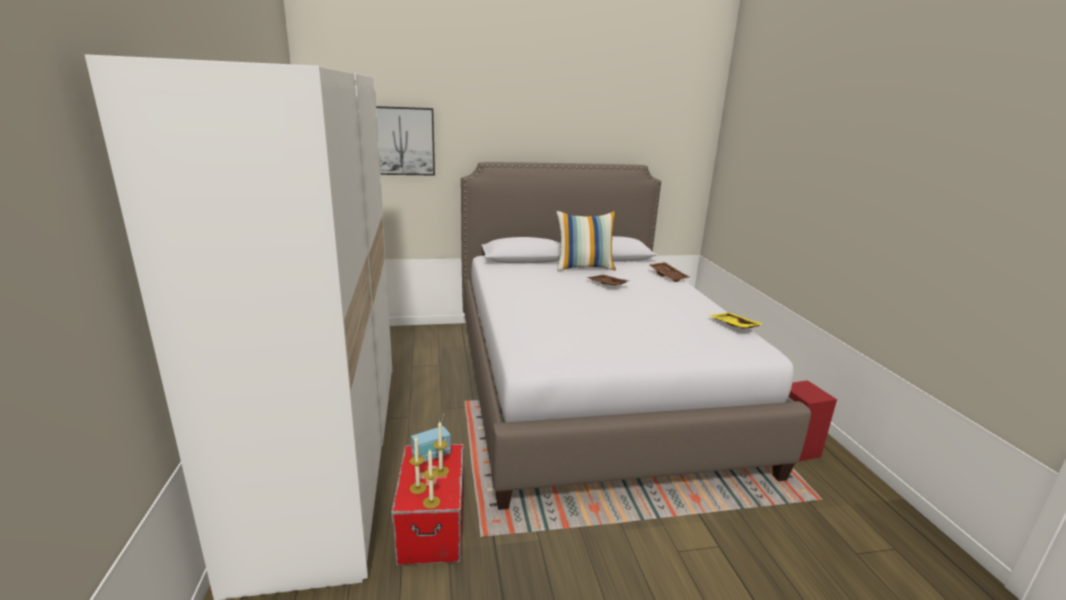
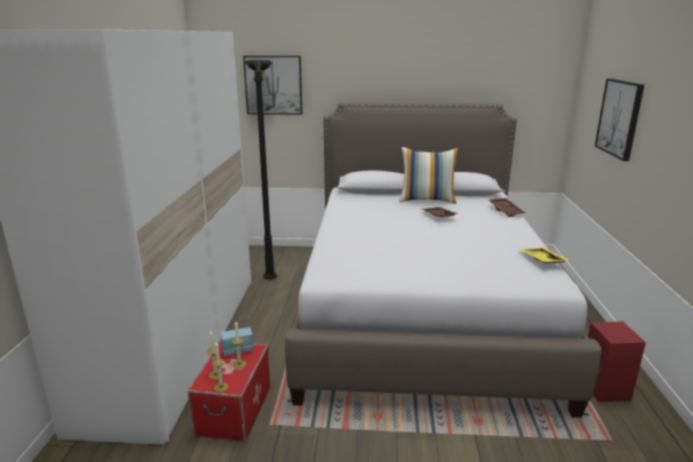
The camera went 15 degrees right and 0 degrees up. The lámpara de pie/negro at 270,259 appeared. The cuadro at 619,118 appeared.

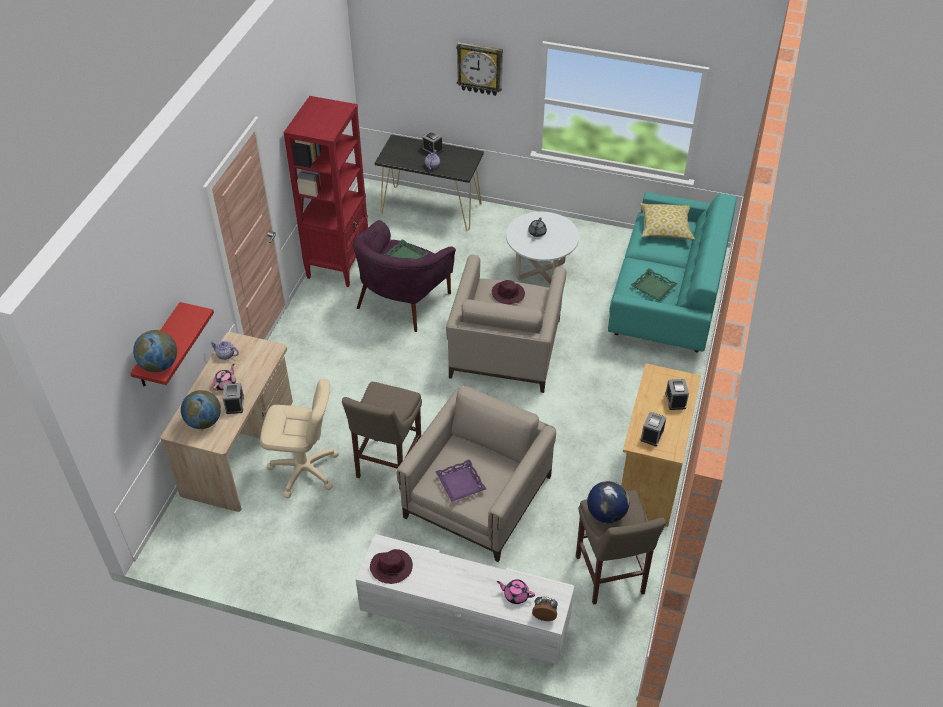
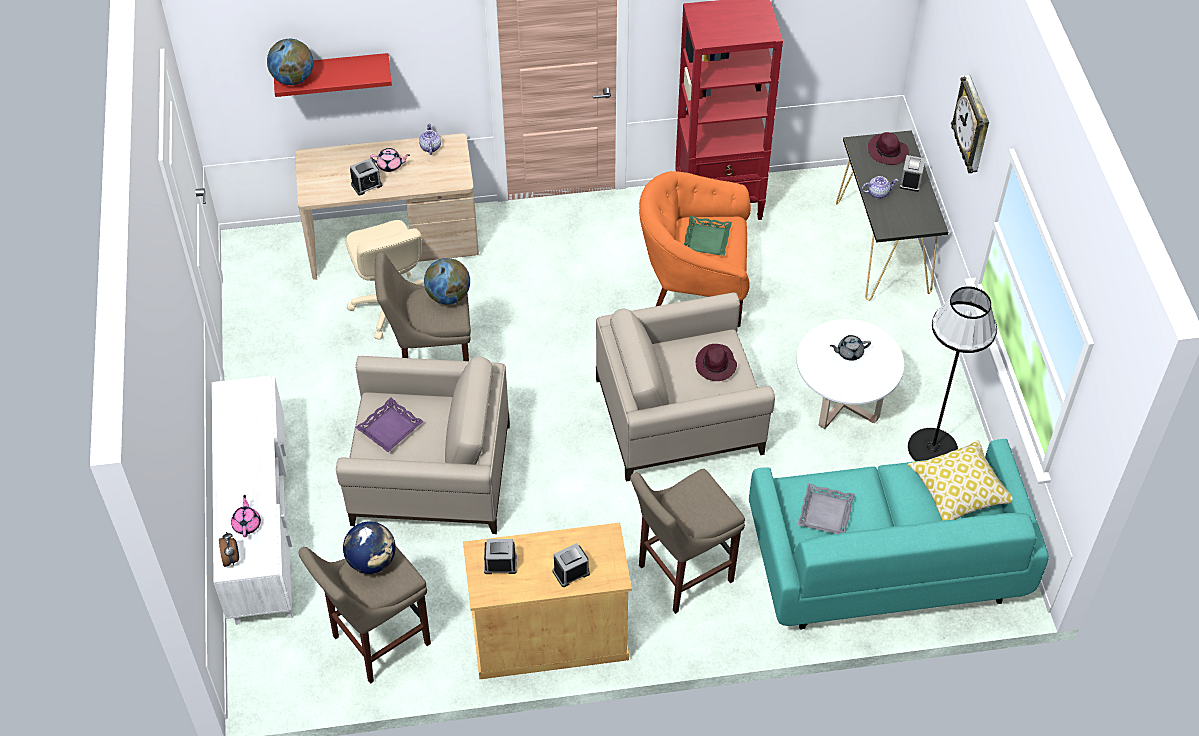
The camera went 65 degrees right and 5 degrees up. The sillón/morado at 402,300 became the sillón/naranja at 696,286. The bandeja/verde at 653,287 became the bandeja/gris at 826,513. The globo terráqueo moved from 204,422 to 448,296. The sombrero/morado moved from 392,567 to 888,152. The lámpara de pie/negro at 932,448 appeared. The taburete/beis at 681,575 appeared.

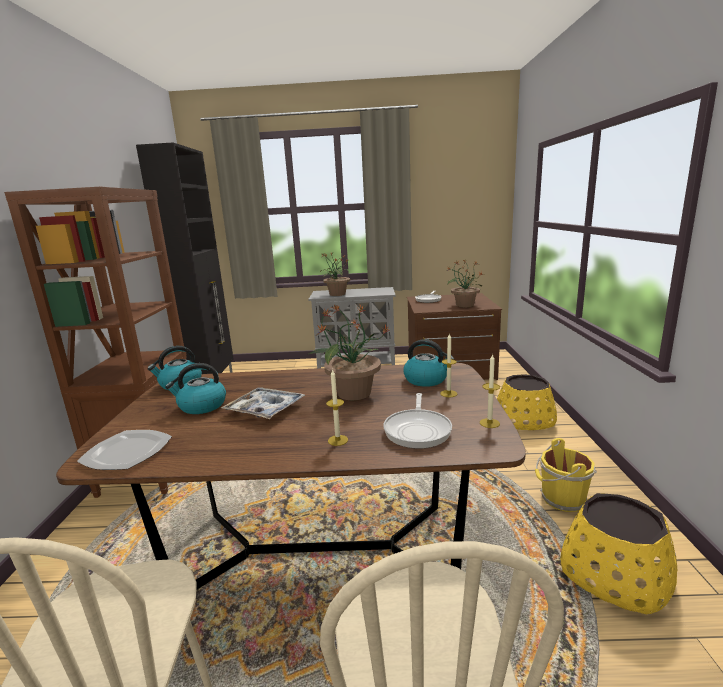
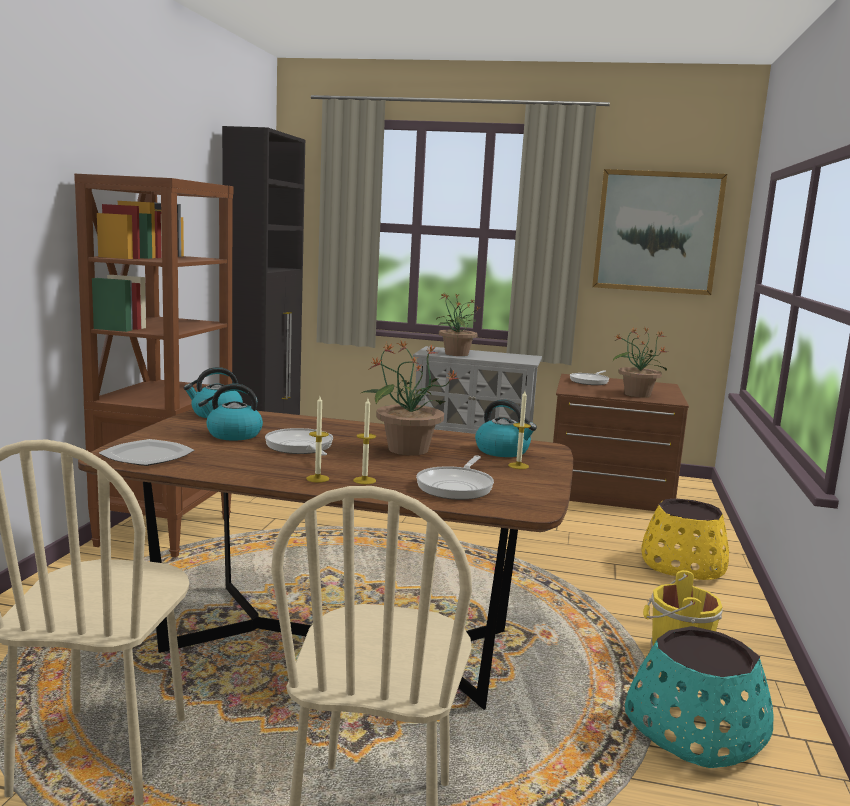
The camera went 10 degrees right and 5 degrees down. The vela moved from 489,423 to 317,478. The bandeja at 265,409 was replaced by the sartén at 300,447. The maceta/amarillo at 614,574 became the maceta/turquesa at 695,732. The cuadro at 657,232 appeared.

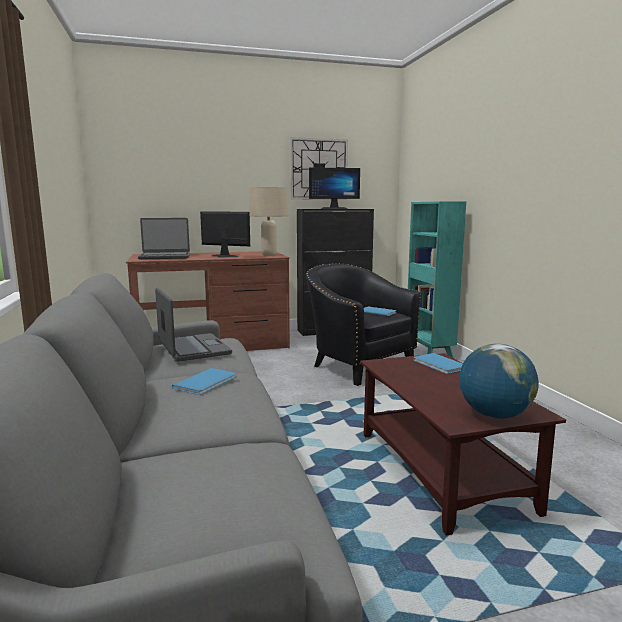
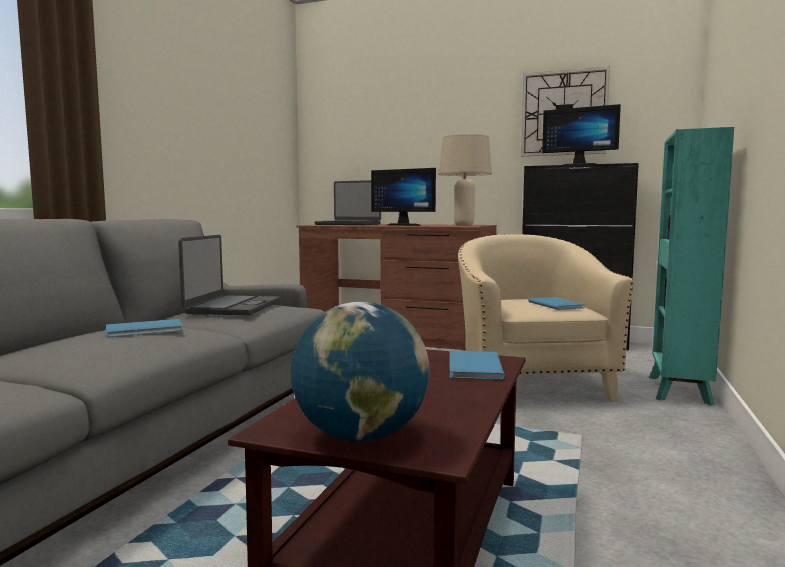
The camera went 35 degrees right and 5 degrees down. The monitor at 222,256 turned 150 degrees clockwise. The sillón/negro at 357,366 became the sillón/beis at 530,385.

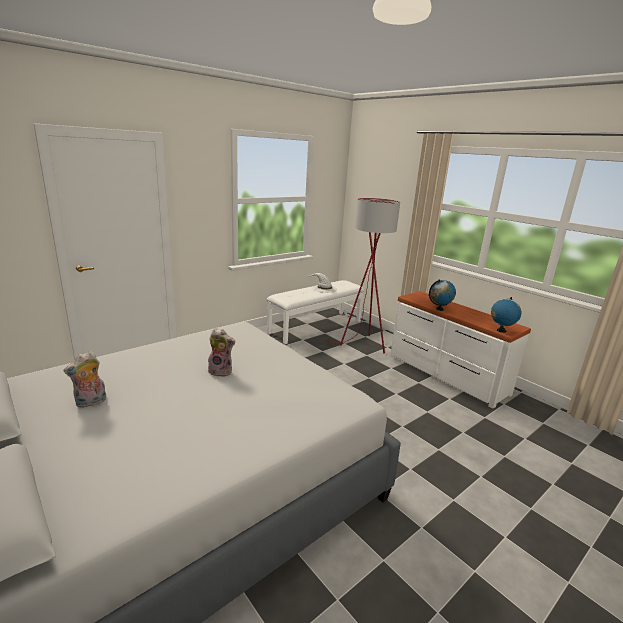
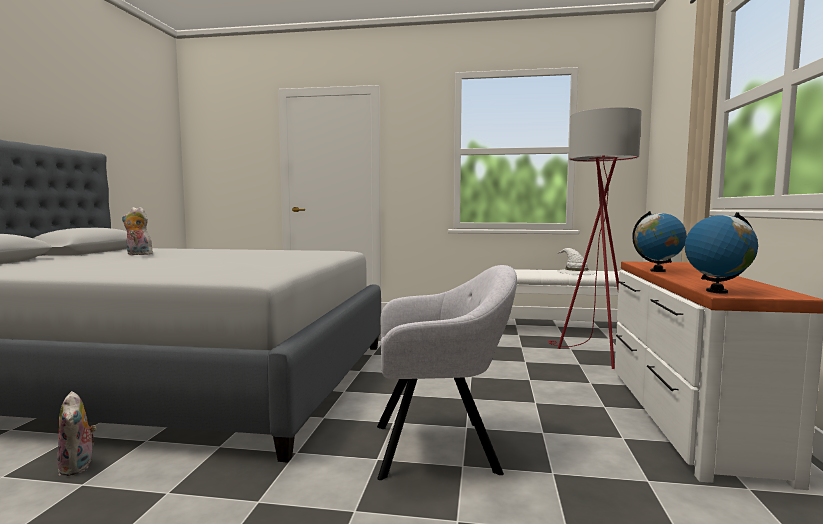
The camera went 50 degrees right and 15 degrees down. The peluche moved from 221,371 to 78,466. The sillón/gris at 441,447 appeared.

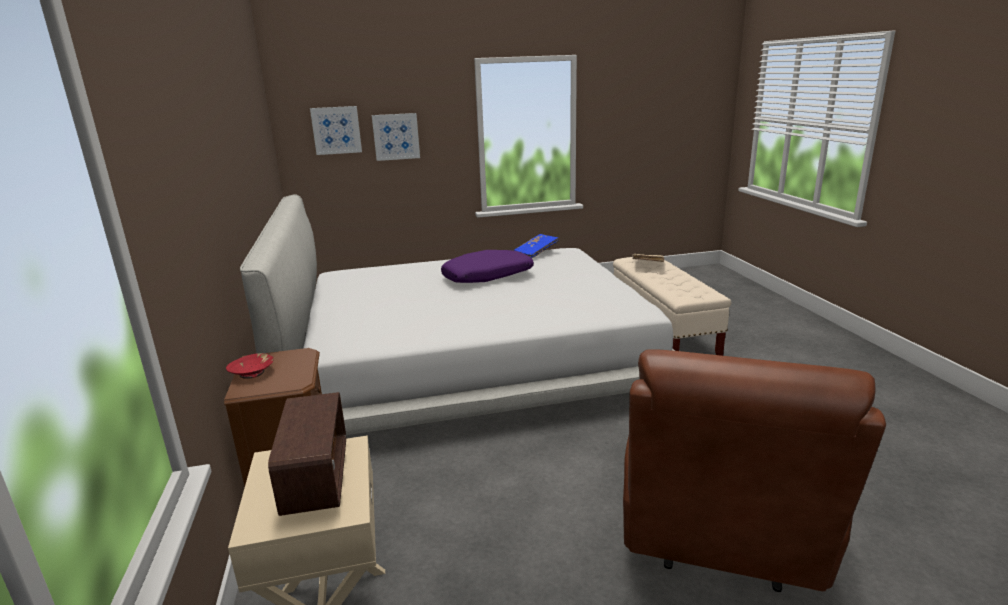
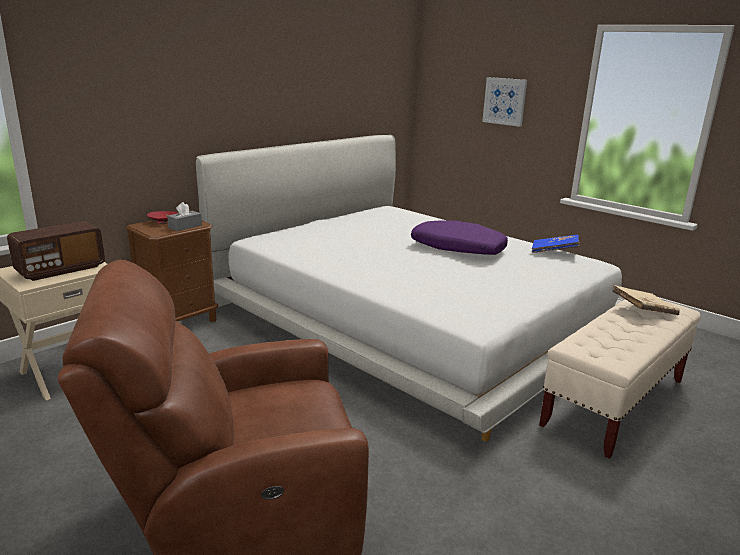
The camera went 55 degrees right and 0 degrees up. The cuadro at 336,130 disappeared. The caja de pañuelos/gris at 185,226 appeared.

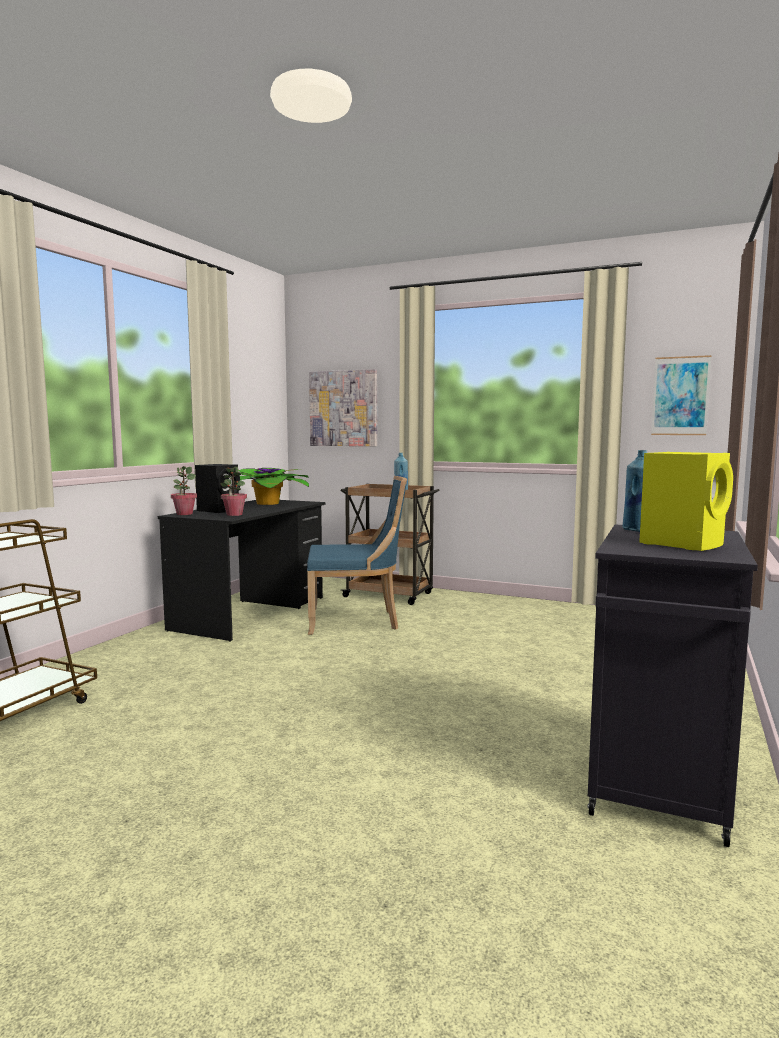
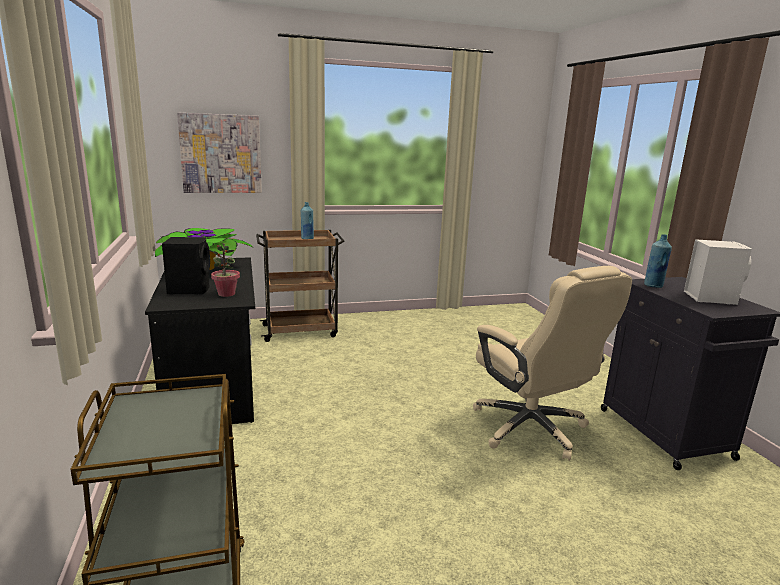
The camera went 40 degrees left and 10 degrees up. The cuadro at 680,396 disappeared. The altavoz/amarillo at 683,544 became the altavoz/blanco at 709,297. The planta en maceta at 184,514 disappeared. The silla/azul at 356,621 disappeared. The silla de oficina/beis at 531,429 appeared.

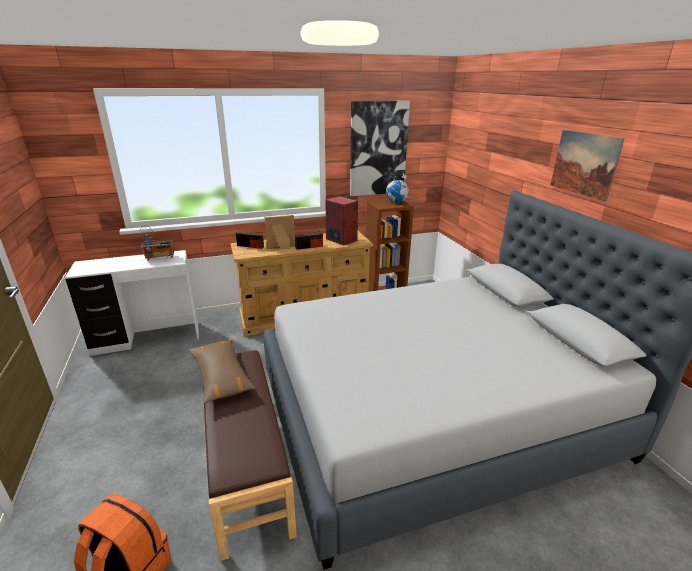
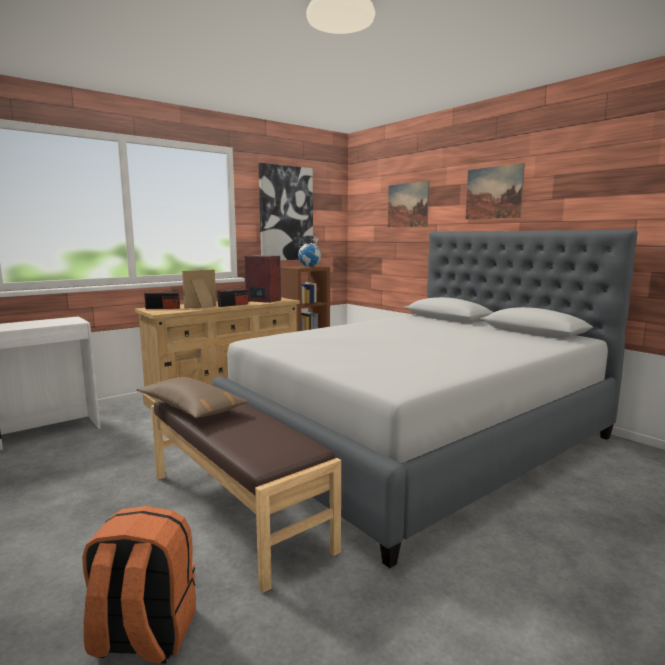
The camera went 20 degrees left and 15 degrees down. The radio at 160,257 disappeared. The cuadro at 407,205 appeared.

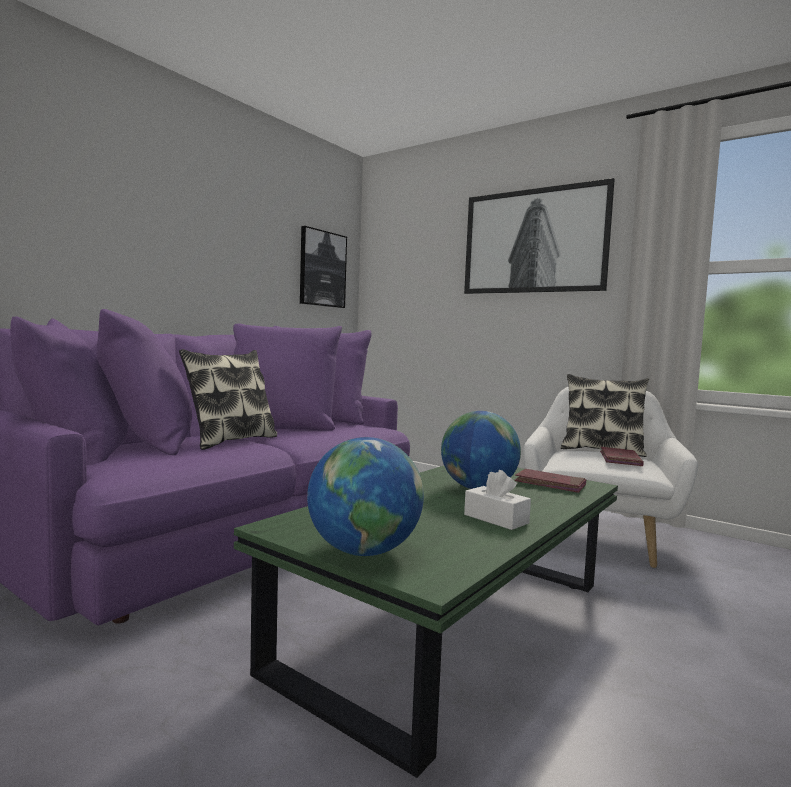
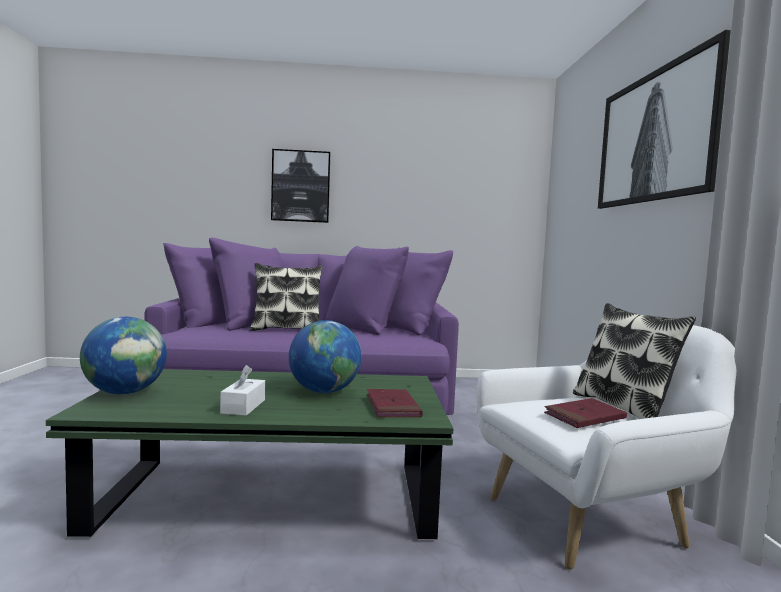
The camera went 50 degrees right and 0 degrees up. The cuadro moved from 322,269 to 301,186.

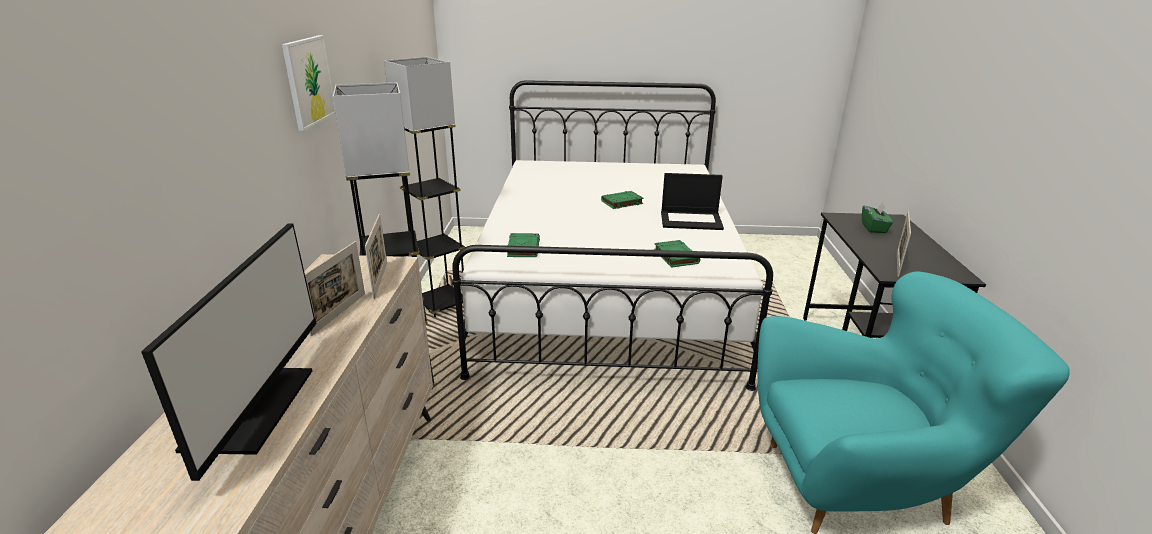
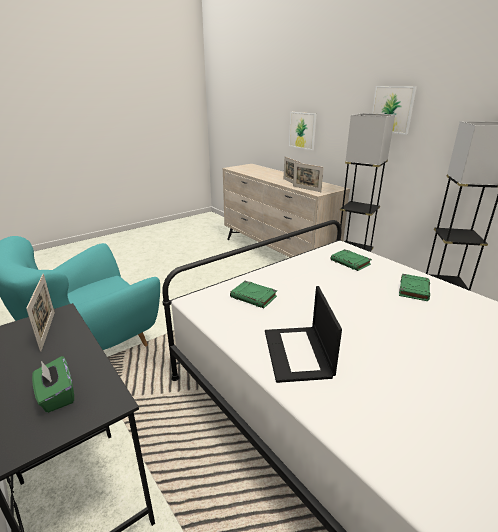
The camera went 140 degrees right and 0 degrees up. The portátil at 691,220 turned 60 degrees counterclockwise. The libro/verde moved from 621,202 to 413,289. The monitor at 253,408 disappeared. The cuadro at 302,130 appeared.

